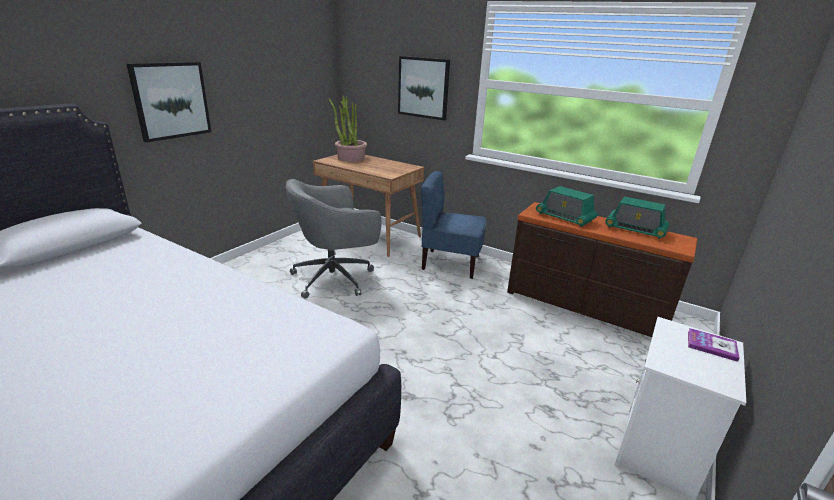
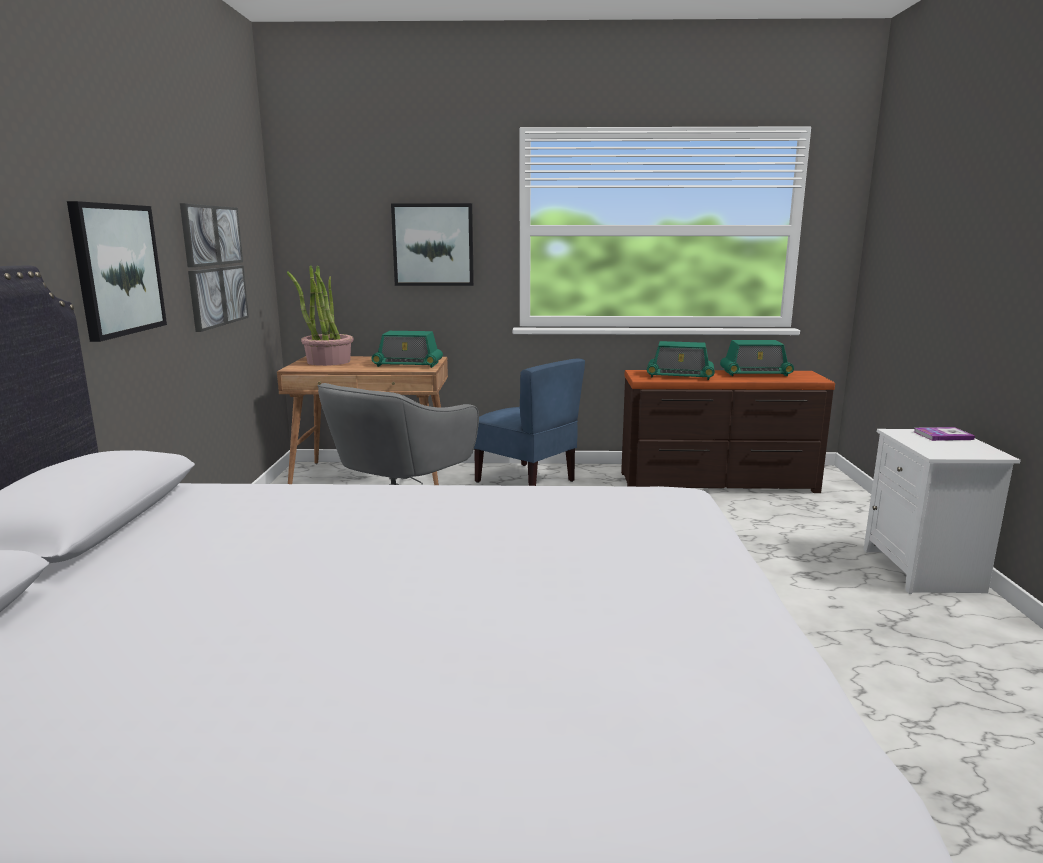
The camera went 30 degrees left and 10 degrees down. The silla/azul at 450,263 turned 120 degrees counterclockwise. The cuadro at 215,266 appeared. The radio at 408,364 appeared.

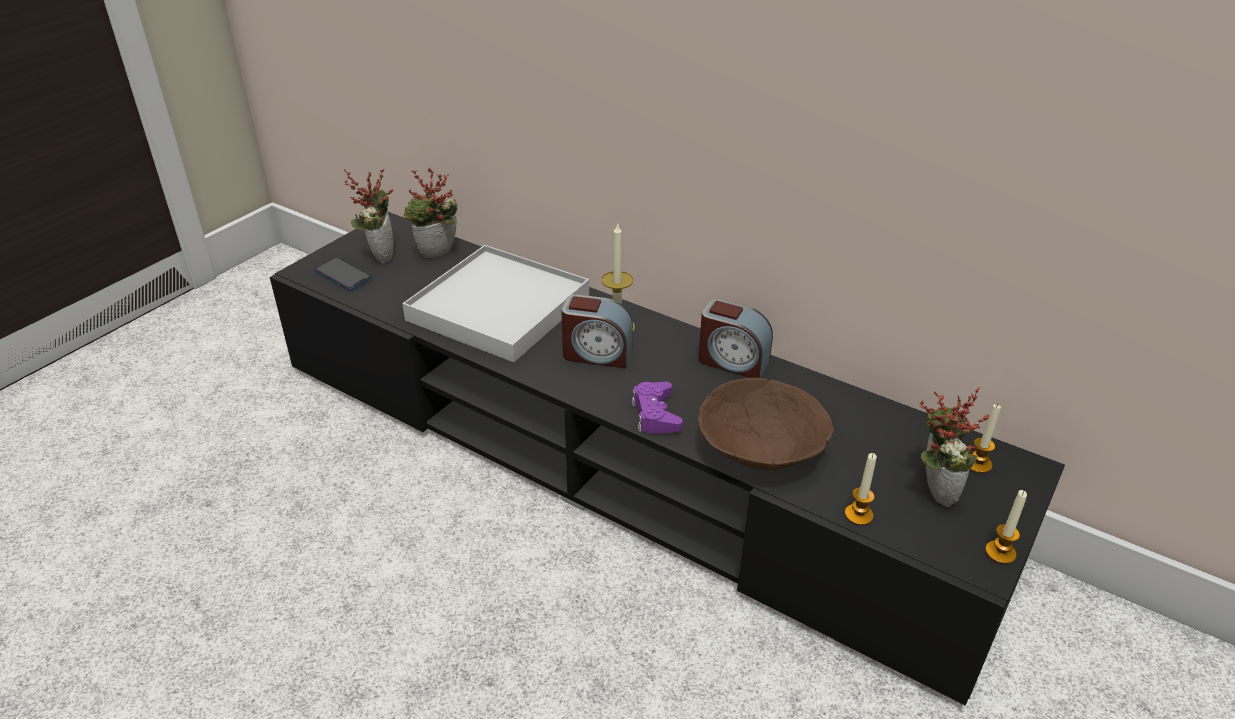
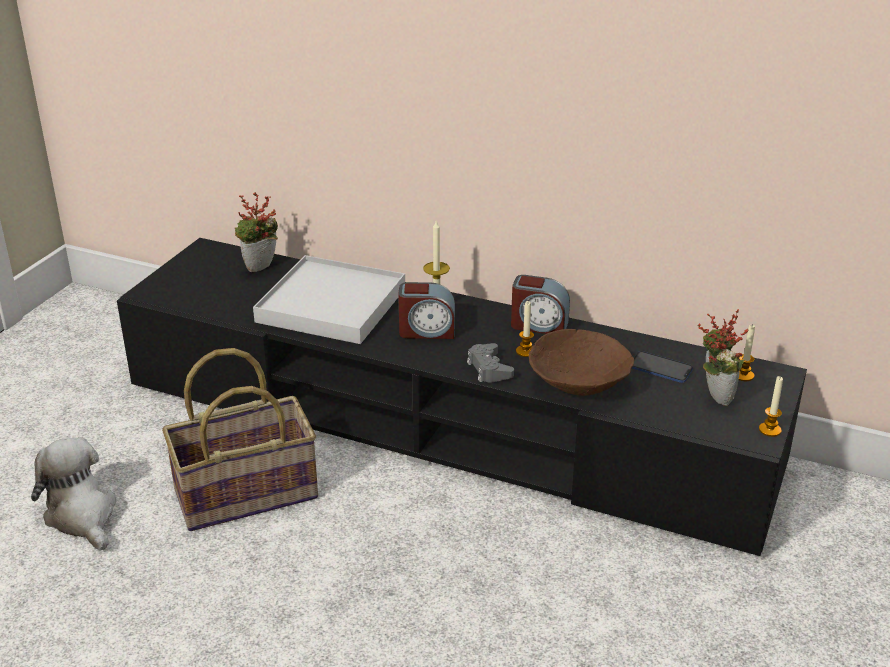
The camera went 10 degrees left and 5 degrees down. The planta en maceta at 379,254 disappeared. The móvil moved from 343,275 to 661,368. The mando de consola/morado at 655,414 became the mando de consola/gris at 489,369. The vela moved from 858,515 to 525,351. The cesta at 246,492 appeared. The peluche at 82,516 appeared.

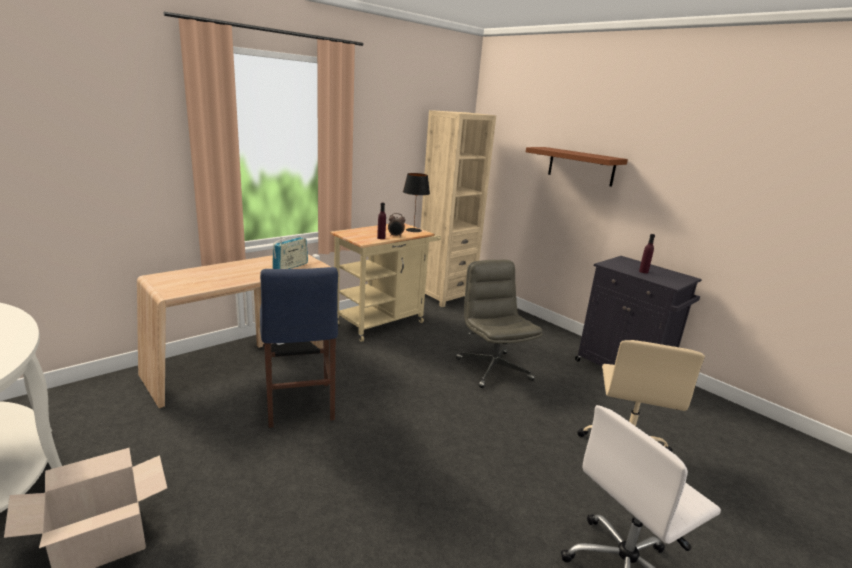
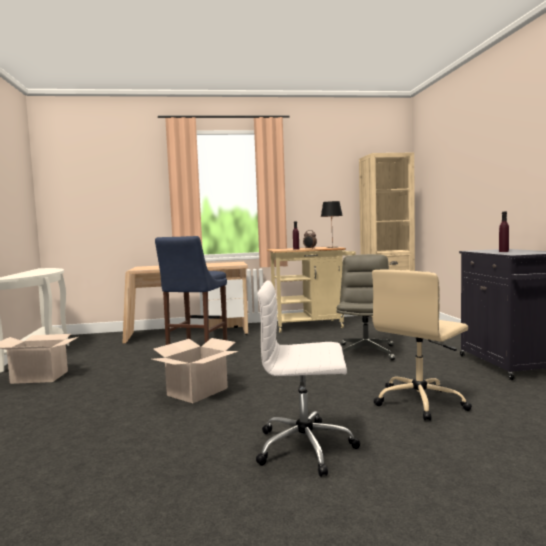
The camera went 35 degrees right and 15 degrees down. The estante/marrón at 581,166 disappeared. The radio at 290,266 disappeared. The caja de cartón at 197,391 appeared.

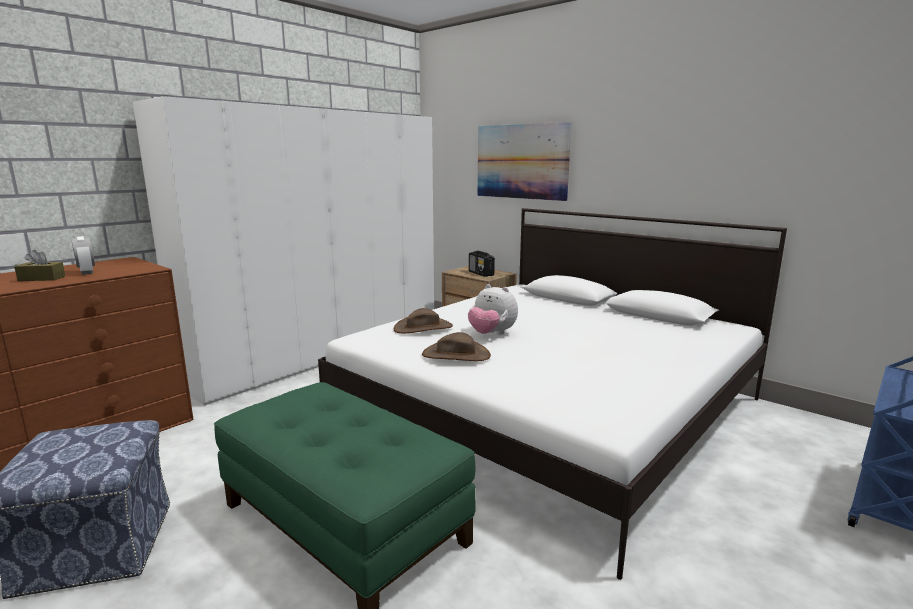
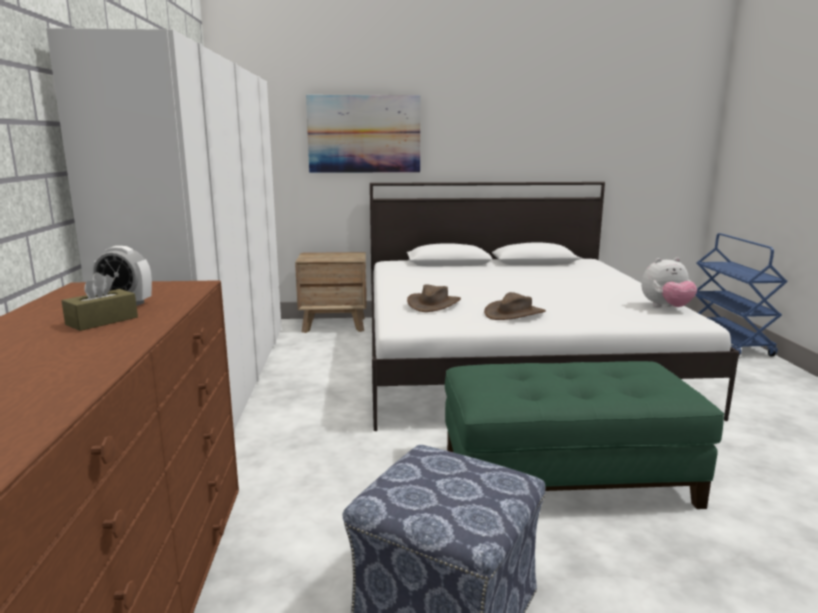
The camera went 45 degrees left and 0 degrees up. The radio at 481,273 disappeared. The peluche moved from 491,334 to 666,308.

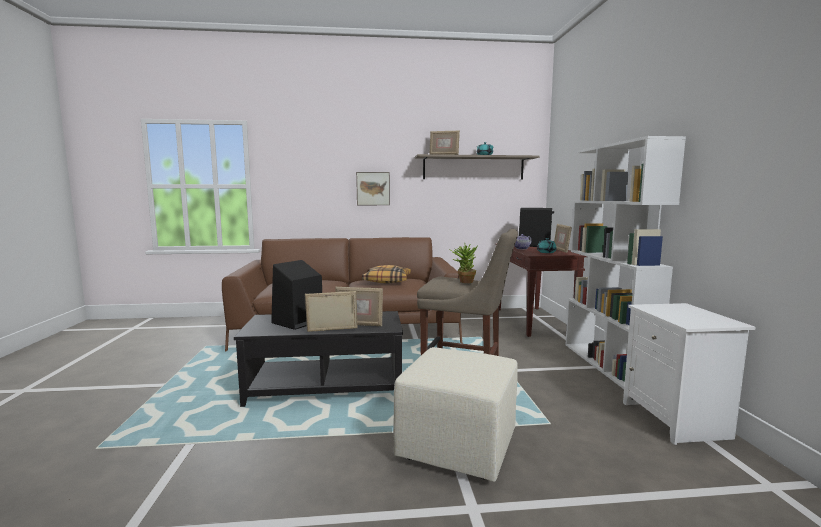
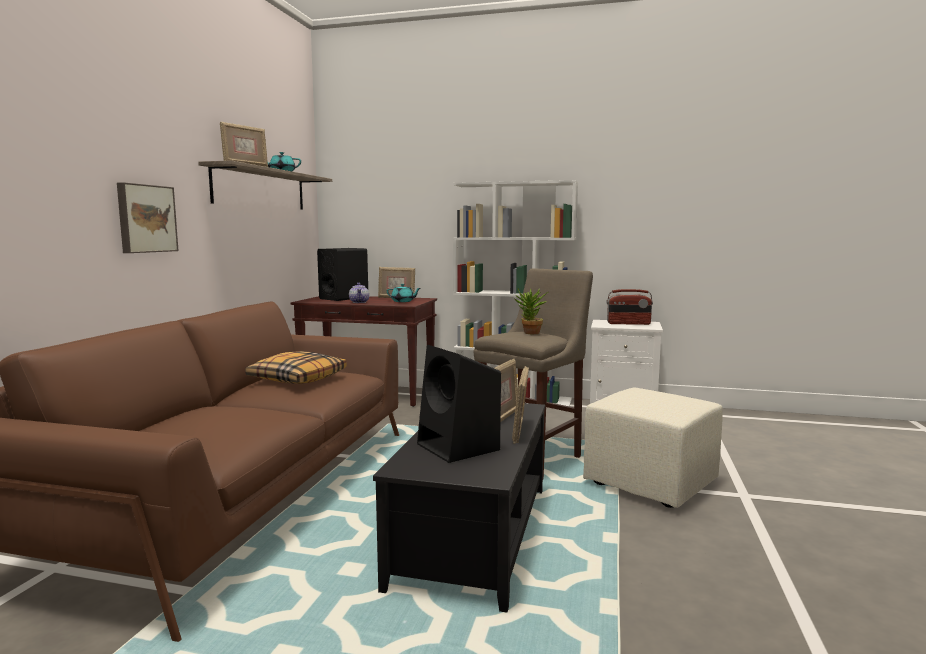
The camera went 70 degrees left and 0 degrees up. The radio at 628,323 appeared.

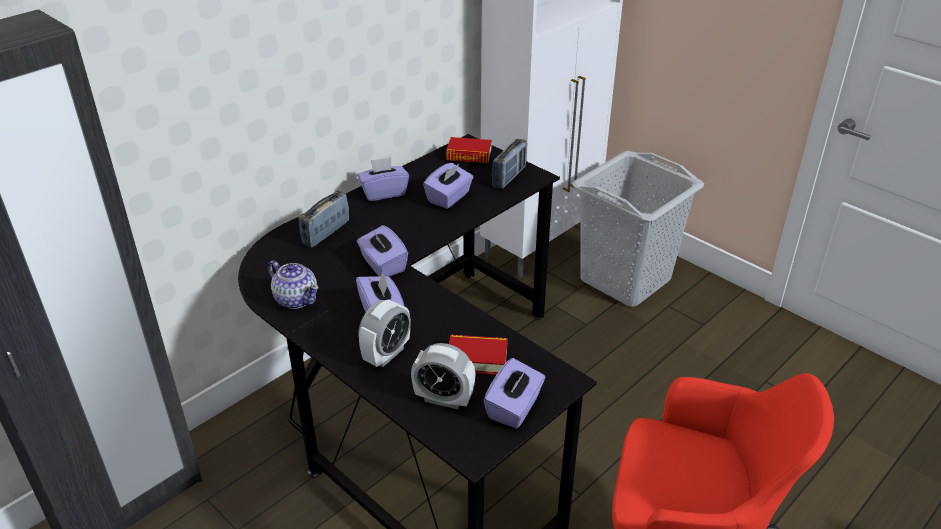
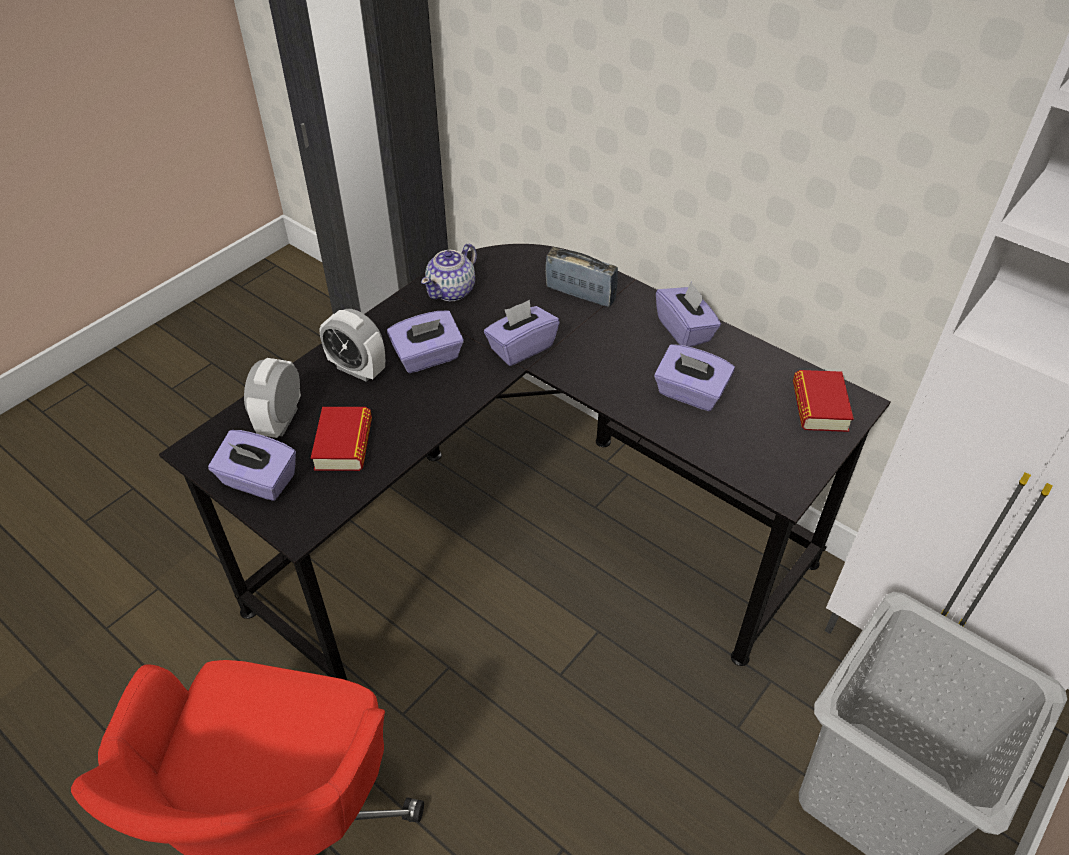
The camera went 85 degrees right and 10 degrees up. The radio at 509,177 disappeared.

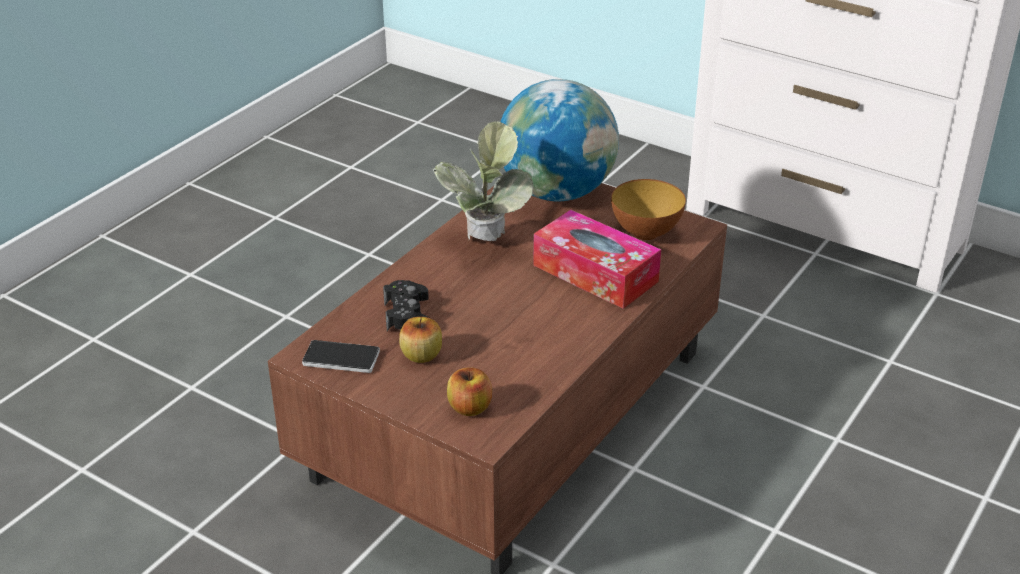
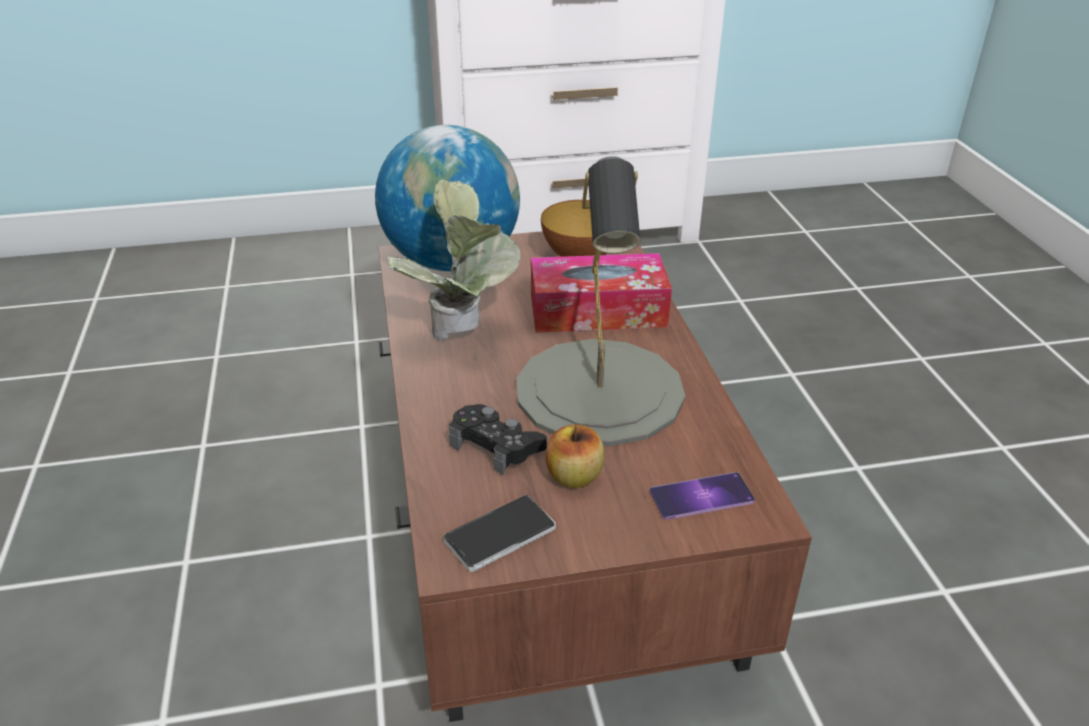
The camera went 45 degrees left and 0 degrees up. The manzana at 470,407 was replaced by the móvil at 701,496. The lámpara de mesa/gris at 600,391 appeared.

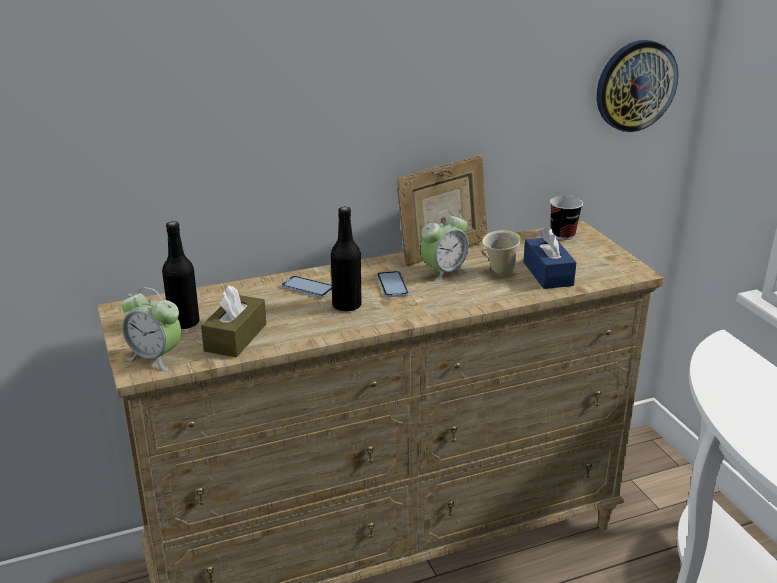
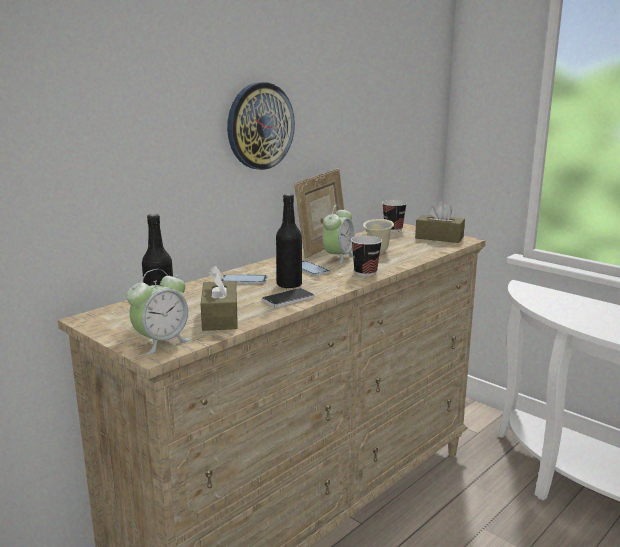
The camera went 25 degrees left and 10 degrees down. The reloj de pared moved from 635,85 to 260,126. The caja de pañuelos/azul at 548,274 disappeared. The despertador at 155,358 turned 45 degrees counterclockwise. The caja de pañuelos/marrón at 439,237 appeared. The taza at 365,272 appeared. The móvil at 288,299 appeared.

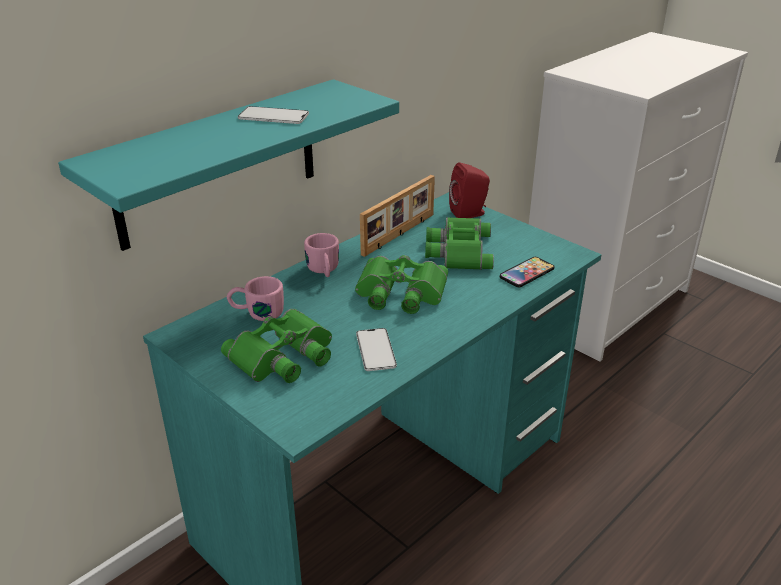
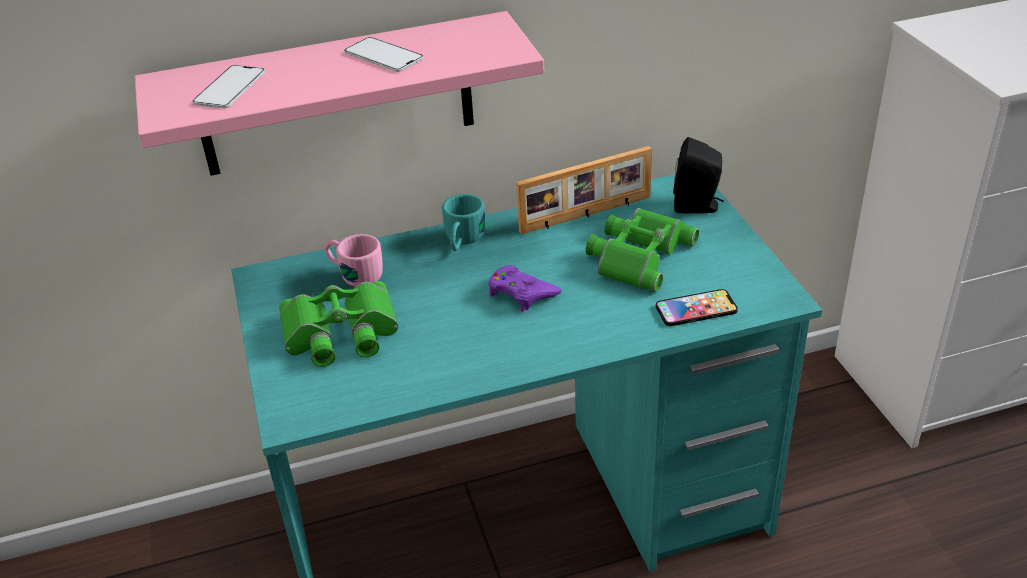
The camera went 30 degrees right and 5 degrees up. The estante/turquesa at 218,163 became the estante/rosa at 336,96. The altavoz/rojo at 470,213 became the altavoz/negro at 698,206. The taza grande/rosa at 324,271 became the taza grande/turquesa at 462,241. The prismáticos/verde at 400,293 was replaced by the mando de consola/morado at 521,293. The móvil moved from 375,350 to 229,87.

